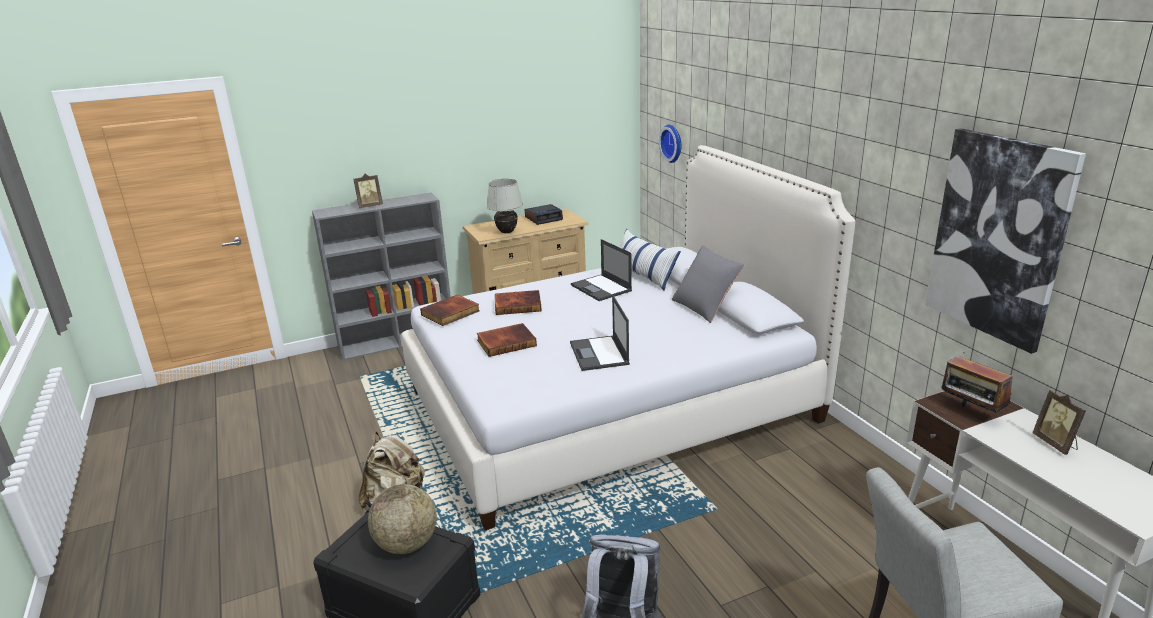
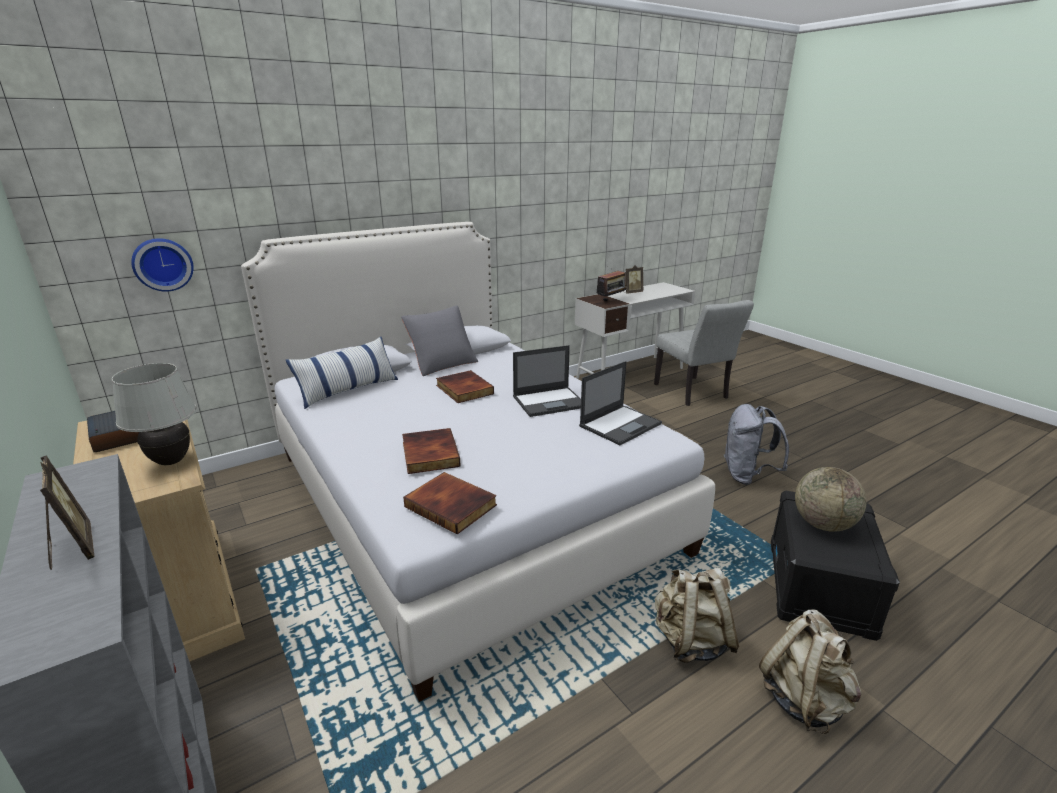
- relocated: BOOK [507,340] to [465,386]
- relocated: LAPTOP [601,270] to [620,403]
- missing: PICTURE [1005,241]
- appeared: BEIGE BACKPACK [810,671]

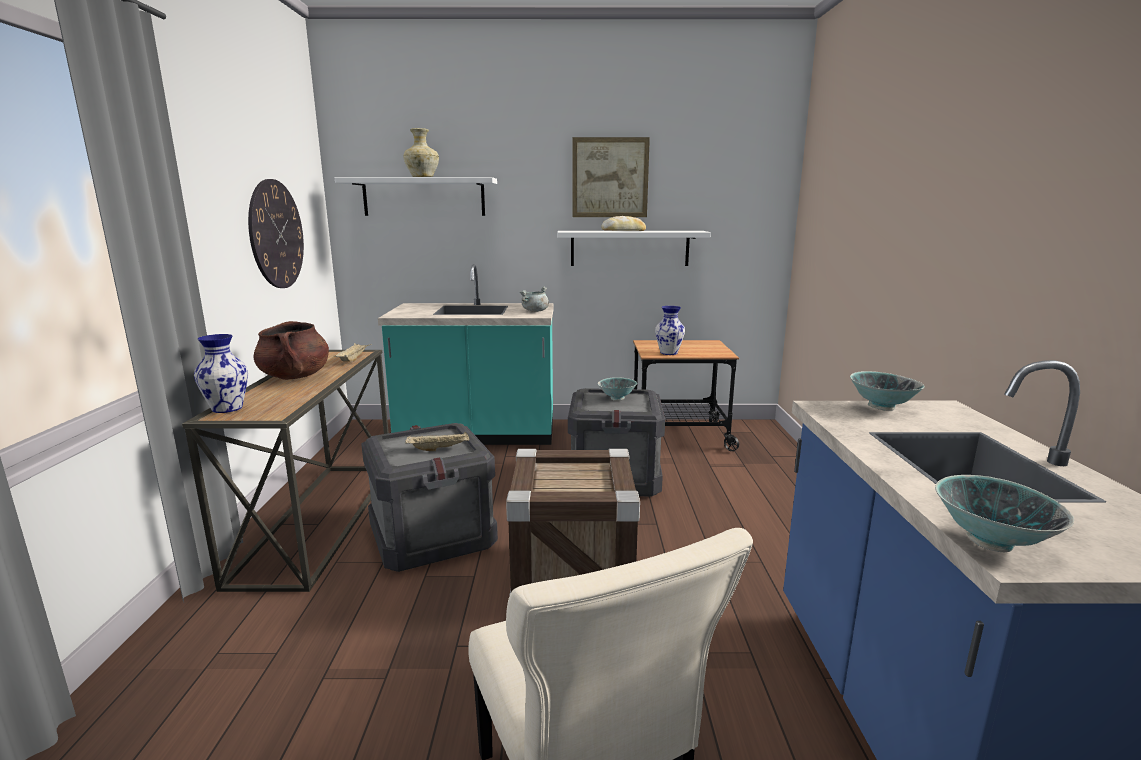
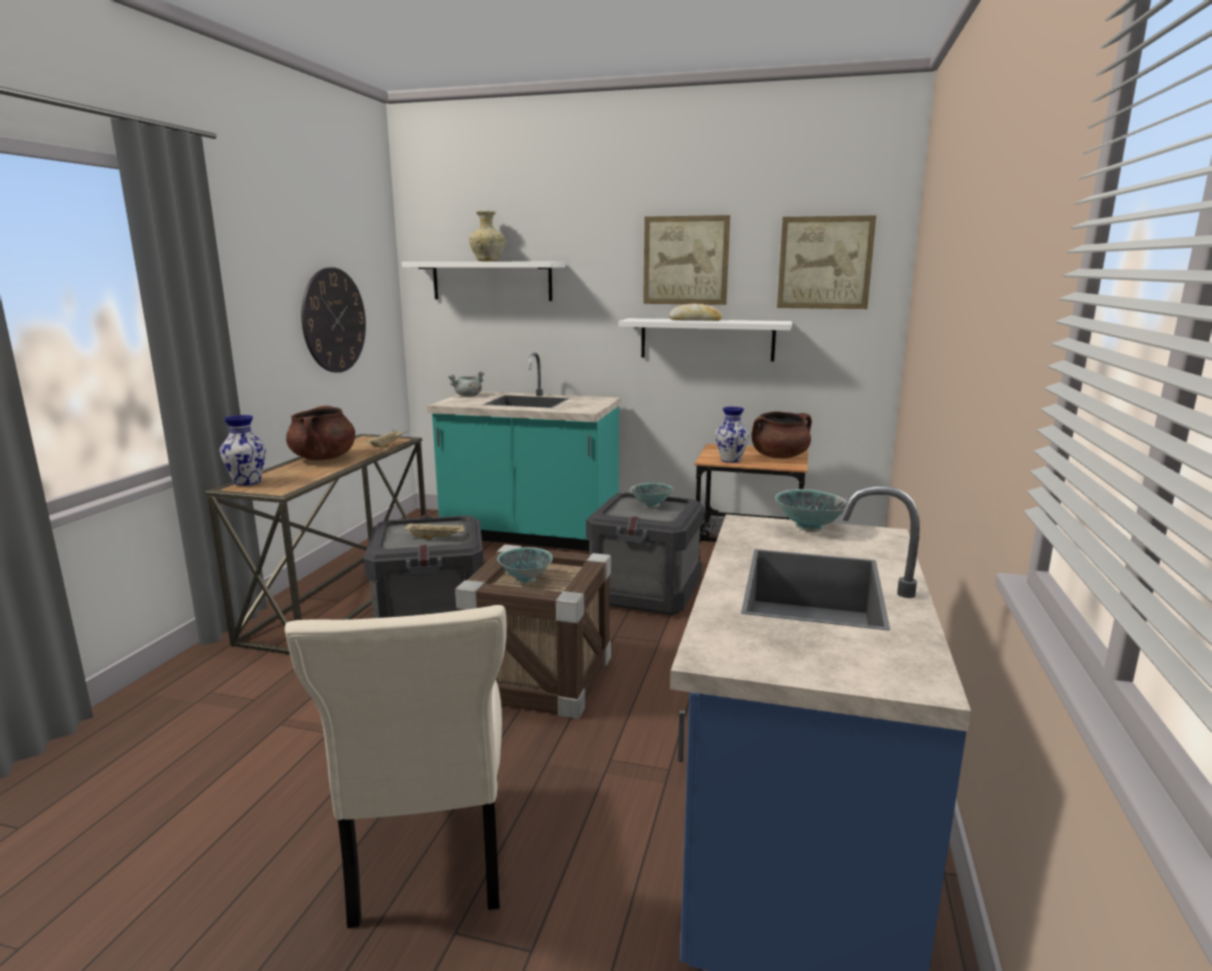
- relocated: GREY COOKING POT [534,299] to [466,384]
- relocated: BOWL [1004,513] to [525,565]
- appeared: BROWN COOKING POT [781,434]
- appeared: PICTURE [826,262]

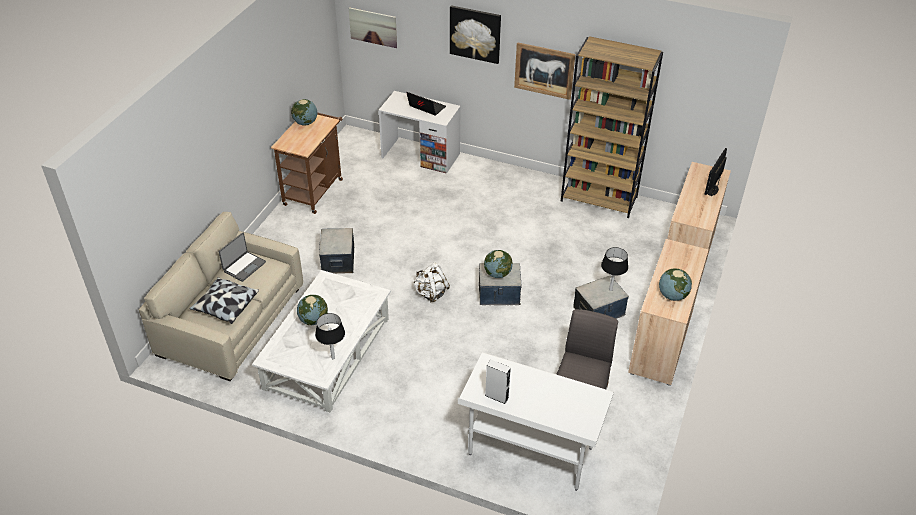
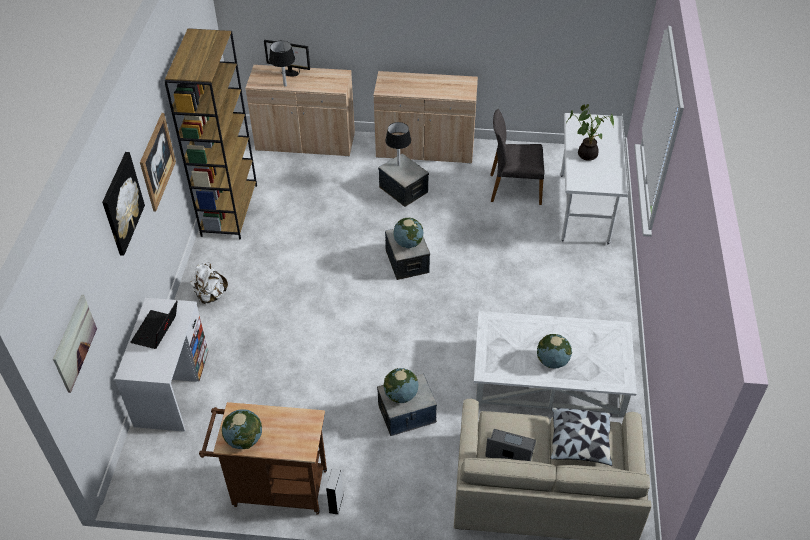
- relocated: BLACK TABLE LAMP [330,336] to [282,64]
- relocated: WHITE BACKPACK [431,282] to [209,283]
- relocated: GREY SPEAKER [498,381] to [335,491]
- relocated: GLOBE [675,284] to [401,385]
- appeared: POTTED PLANT [590,132]

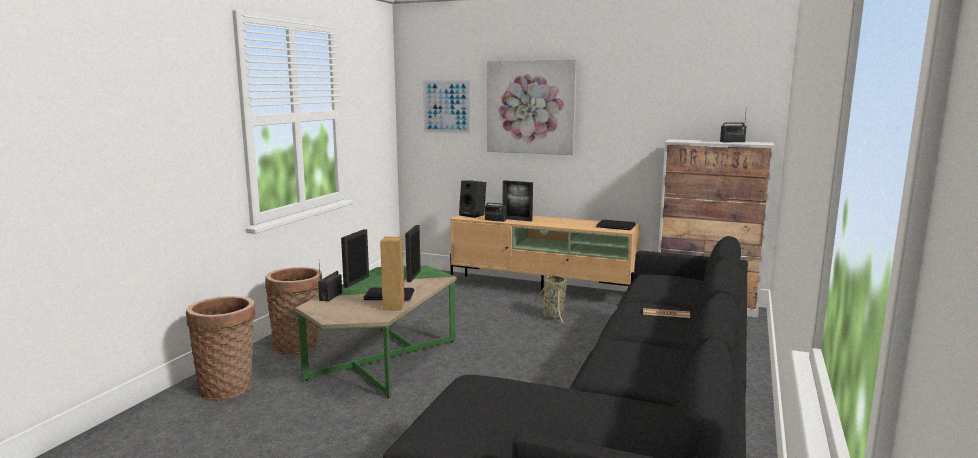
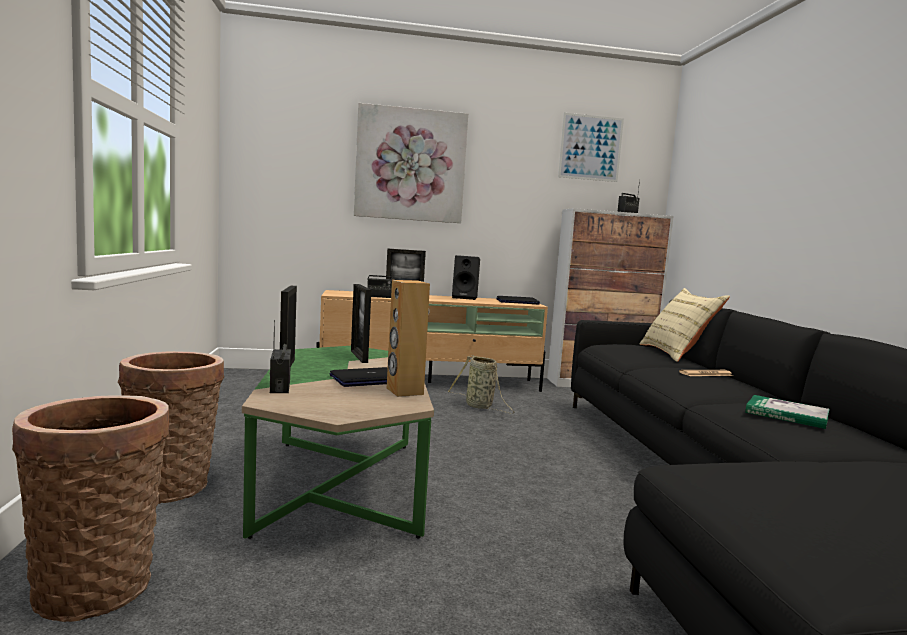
- relocated: PICTURE [447,107] to [591,147]
- relocated: BLACK SPEAKER [472,199] to [466,277]
- appeared: BEIGE PILLOW [685,325]
- appeared: BOOK [787,412]

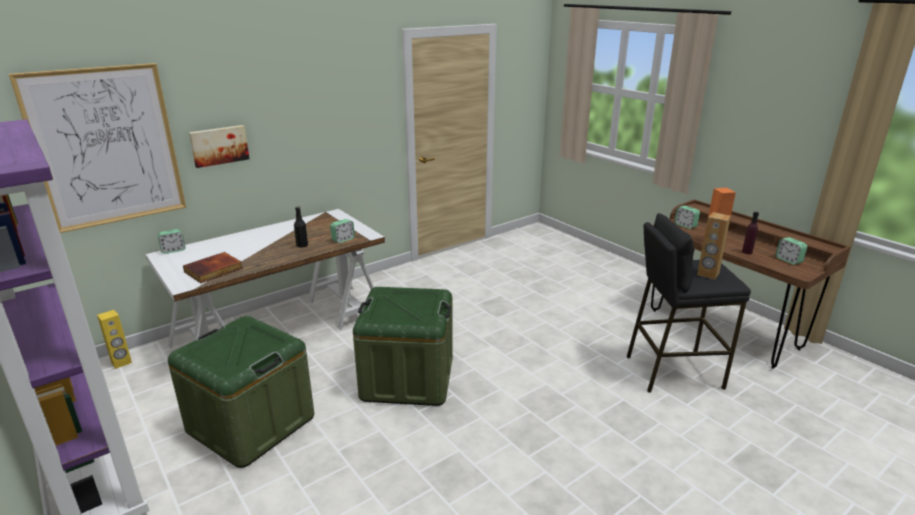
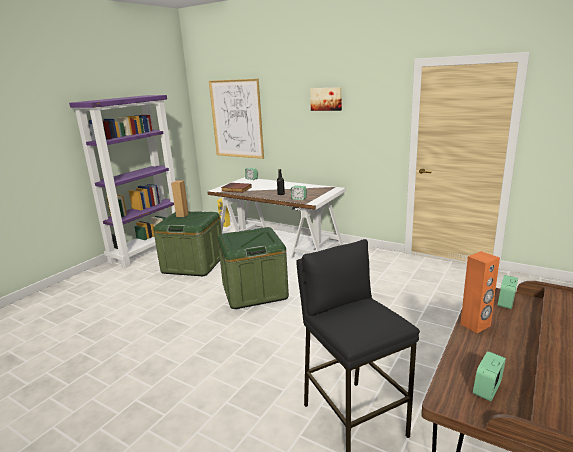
- relocated: PICTURE [219,146] to [326,99]
- relocated: BROWN SPEAKER [714,246] to [180,198]
- missing: PURPLE BOTTLE [750,233]

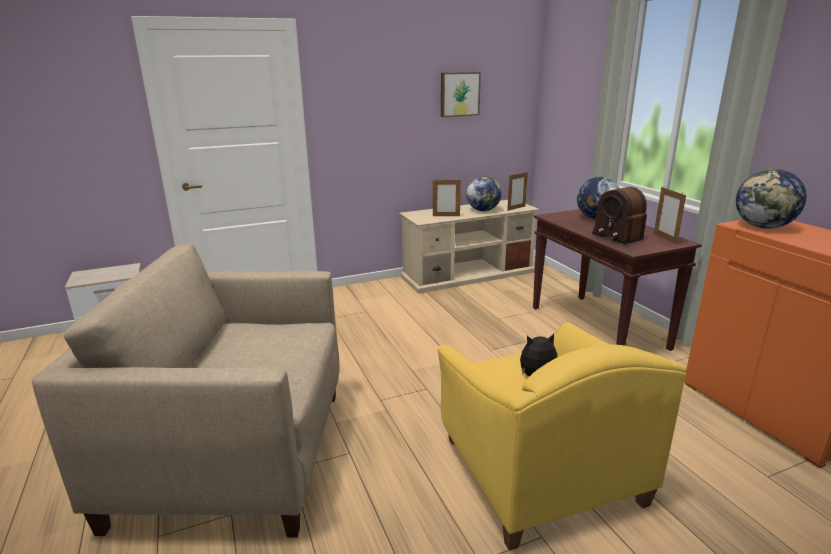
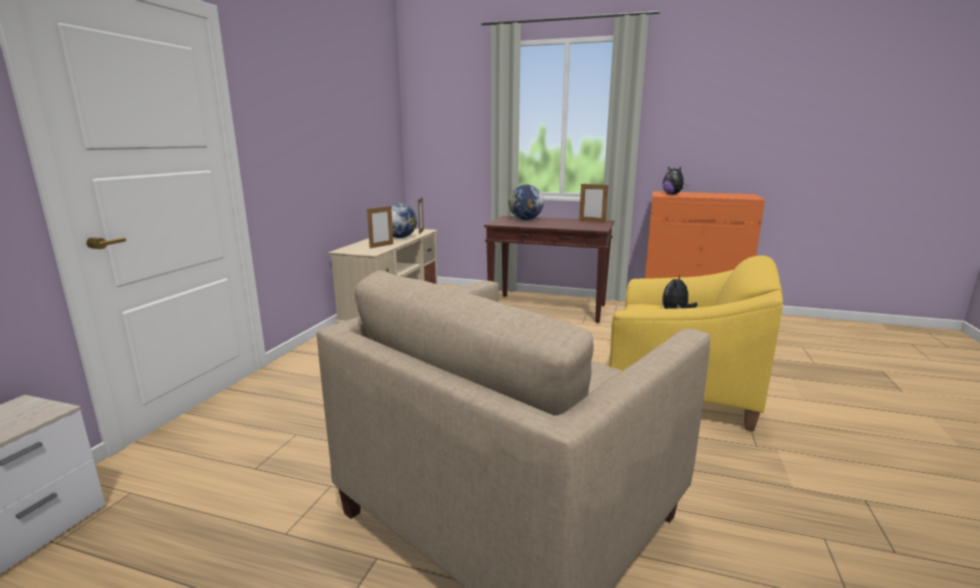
- missing: PICTURE [461,94]
- missing: RADIO [619,215]
- exchanged: GLOBE [771,199] to PLUSH TOY [675,180]

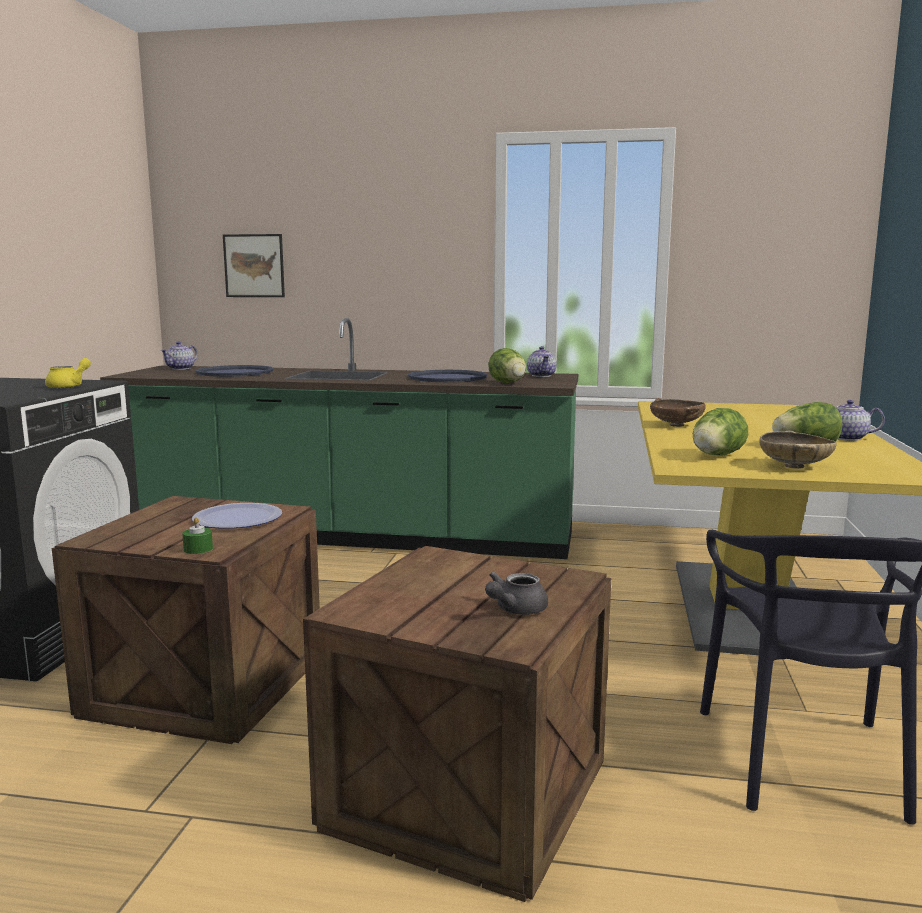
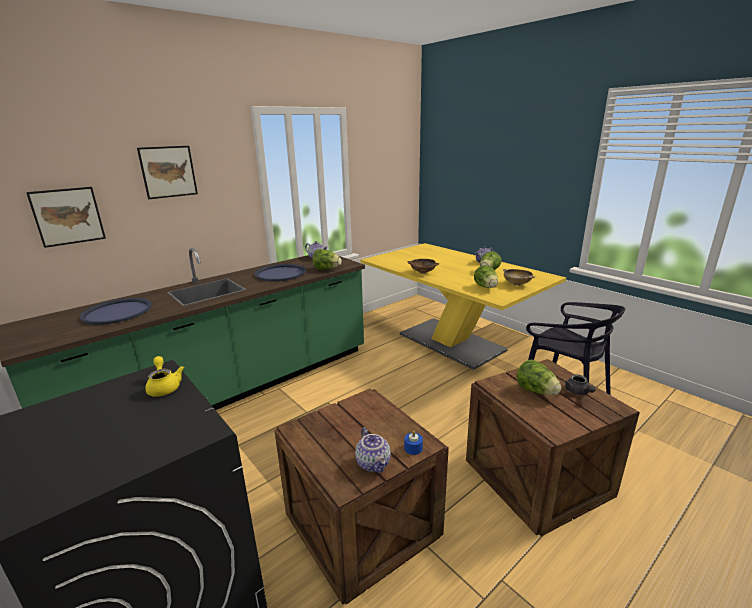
- relocated: TEAPOT [179,355] to [373,450]
- colour: GREEN CANDLE [197,535] to BLUE CANDLE [413,442]
- missing: PLATE [237,516]
- appeared: PICTURE [167,172]
- appeared: LETTUCE [539,377]

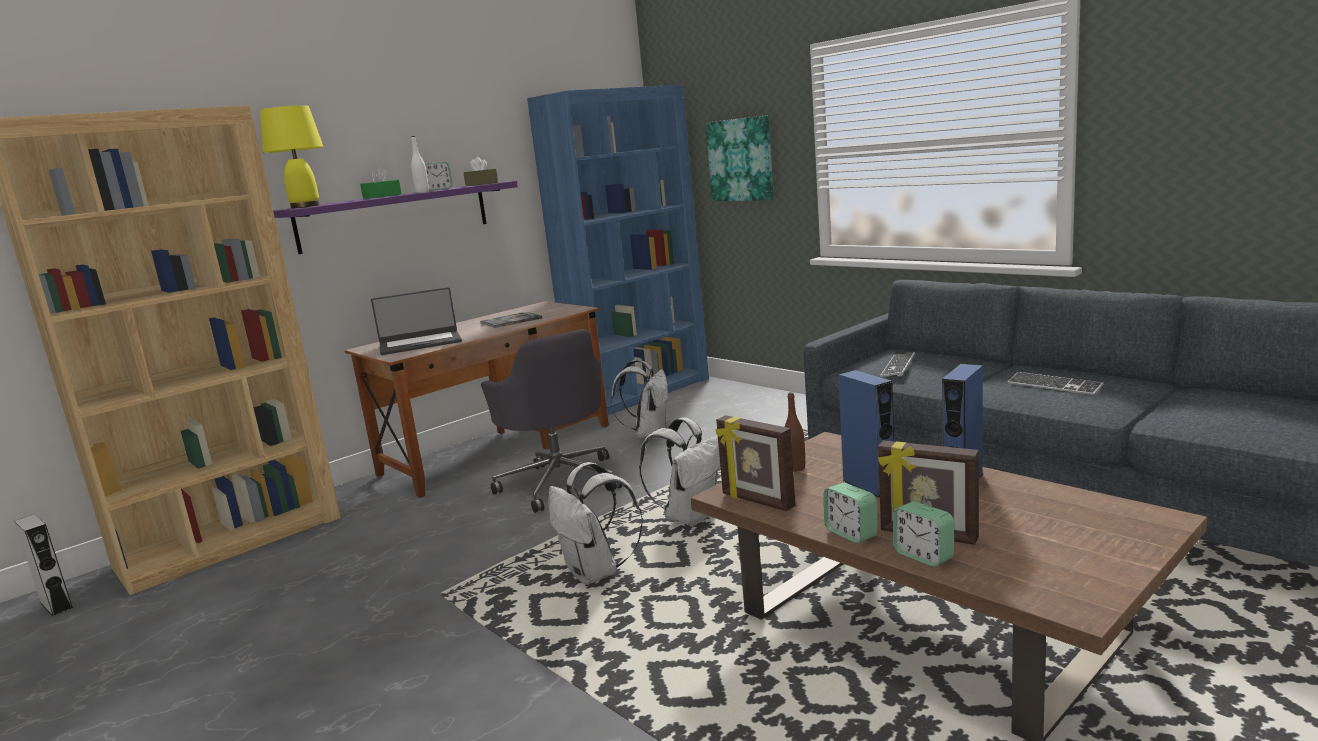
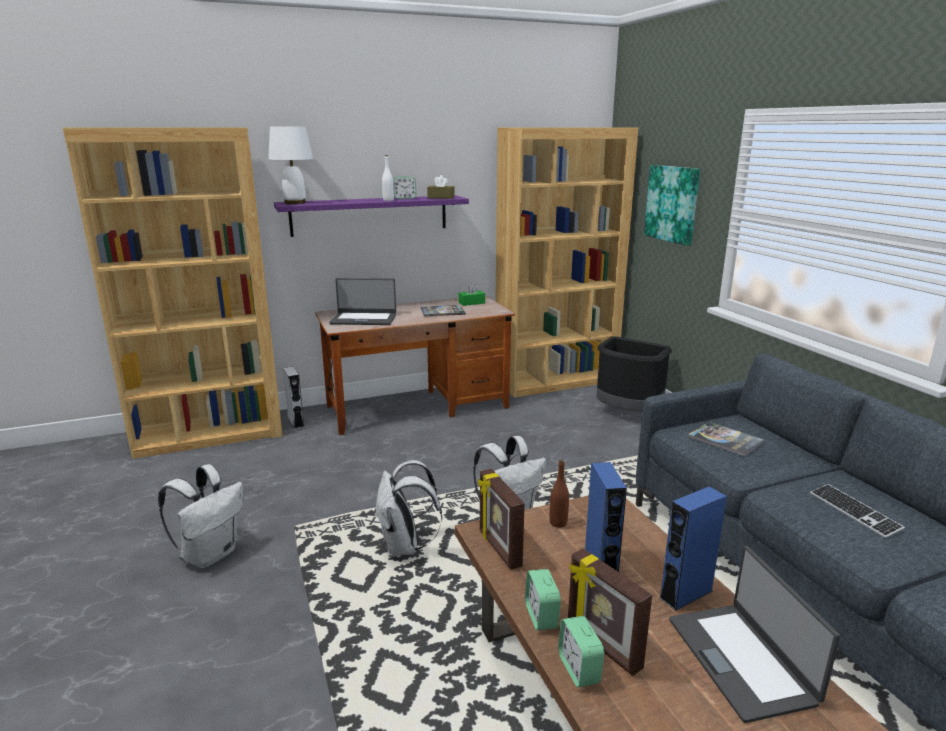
- relocated: GREY SPEAKER [43,565] to [294,398]
- colour: YELLOW TABLE LAMP [291,156] to WHITE TABLE LAMP [290,165]
- relocated: GREEN TISSUE BOX [381,183] to [472,294]
- missing: GREY OFFICE CHAIR [551,421]
- colour: BLUE BOOKCASE [618,250] to BROWN BOOKCASE [566,263]
- relocated: WHITE BACKPACK [640,399] to [200,516]
- exchanged: KEYBOARD [897,364] to BOOK [726,439]
- appeared: BLACK TRASH CAN [634,374]
- appeared: LAPTOP [754,634]

